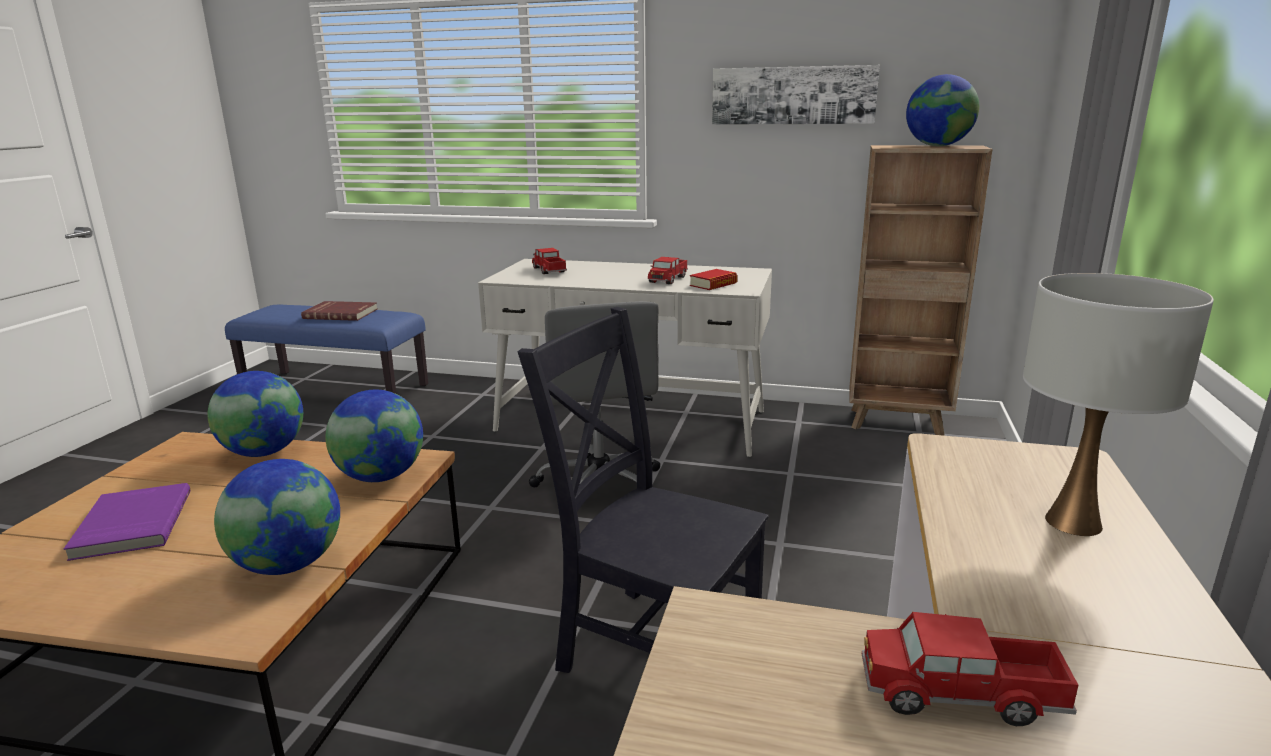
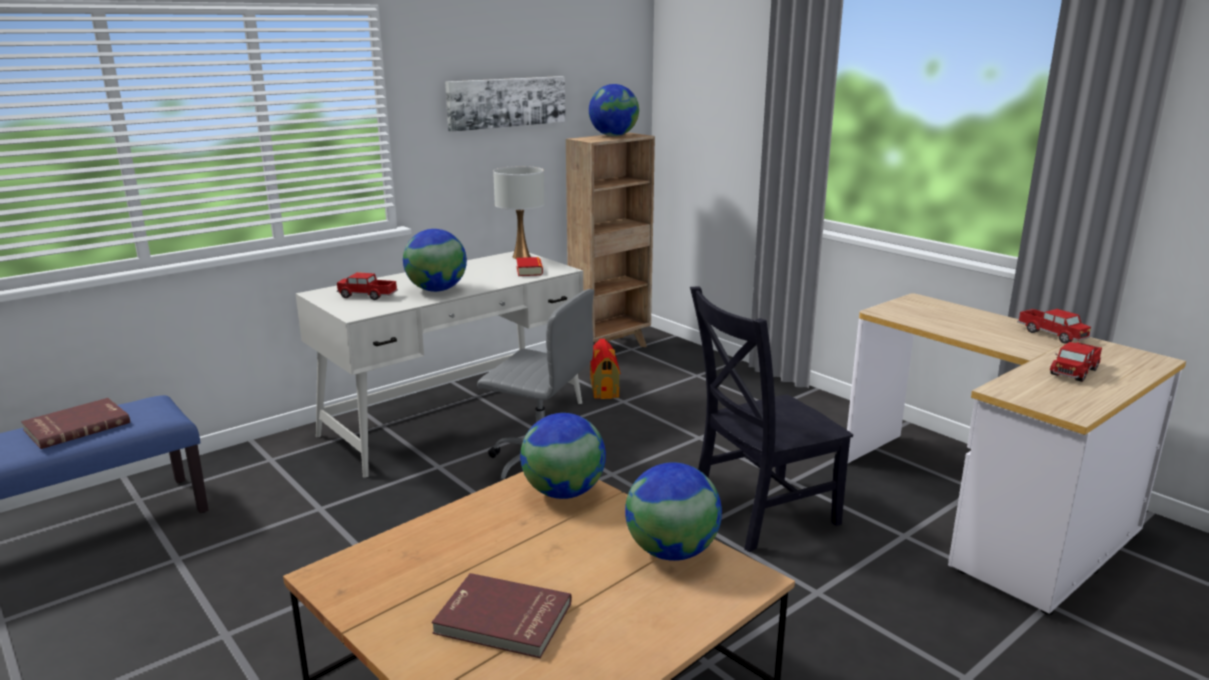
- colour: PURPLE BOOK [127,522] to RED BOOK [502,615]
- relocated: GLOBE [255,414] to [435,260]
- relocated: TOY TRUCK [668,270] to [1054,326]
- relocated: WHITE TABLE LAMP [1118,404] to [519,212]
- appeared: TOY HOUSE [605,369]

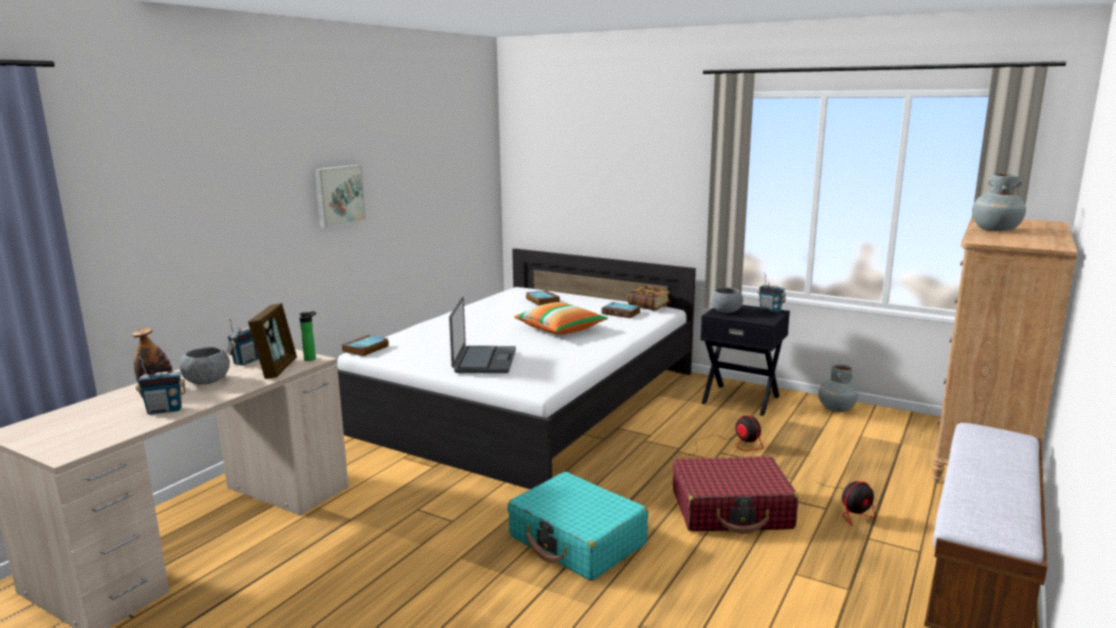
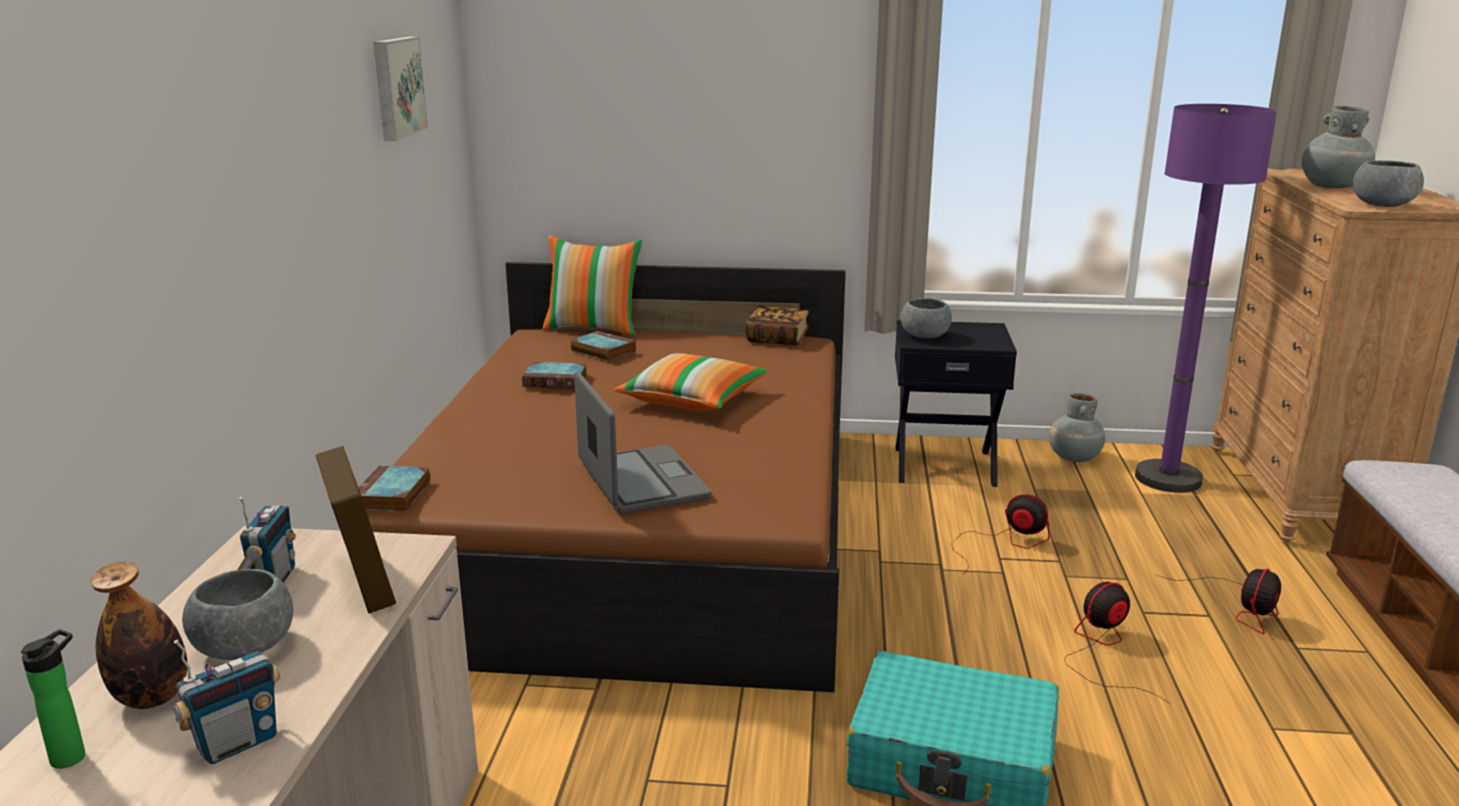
- relocated: BOTTLE [307,336] to [53,699]
- relocated: PICTURE [340,196] to [401,89]
- colour: WHITE BED [516,368] to BROWN BED [606,477]
- relocated: BOOK [621,310] to [554,375]
- exchanged: RED SUITCASE [735,495] to FAN [1117,643]
- missing: RADIO [772,292]
- appeared: PILLOW [592,286]
- appeared: PURPLE FLOOR LAMP [1206,298]
- appeared: GREY BOWL [1388,183]

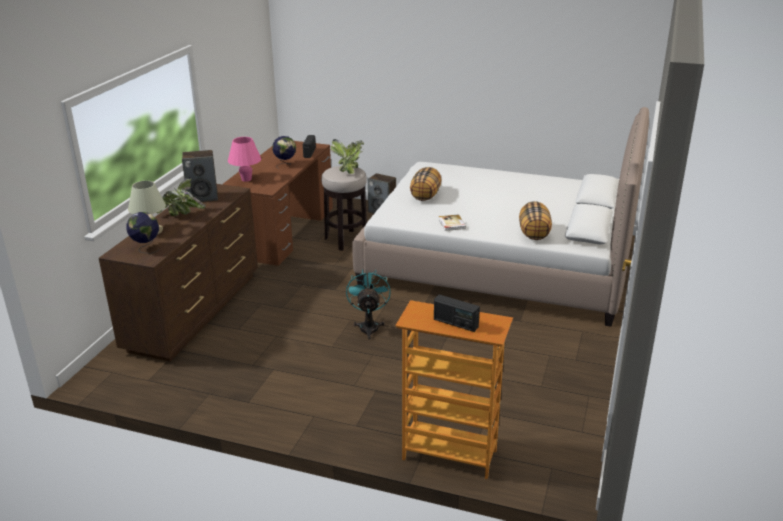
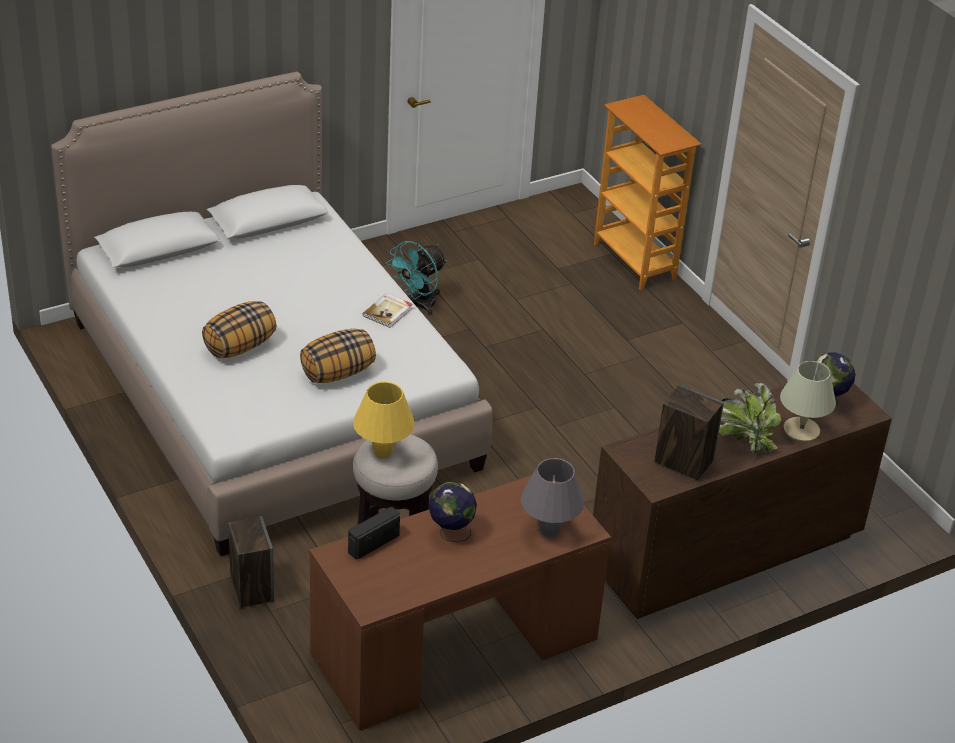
- colour: PINK TABLE LAMP [244,159] to GREY TABLE LAMP [553,497]
- exchanged: POTTED PLANT [347,156] to YELLOW TABLE LAMP [384,420]
- relocated: TURQUOISE FAN [368,304] to [416,278]
- missing: RADIO [457,313]
- relocated: PILLOW [535,220] to [239,329]

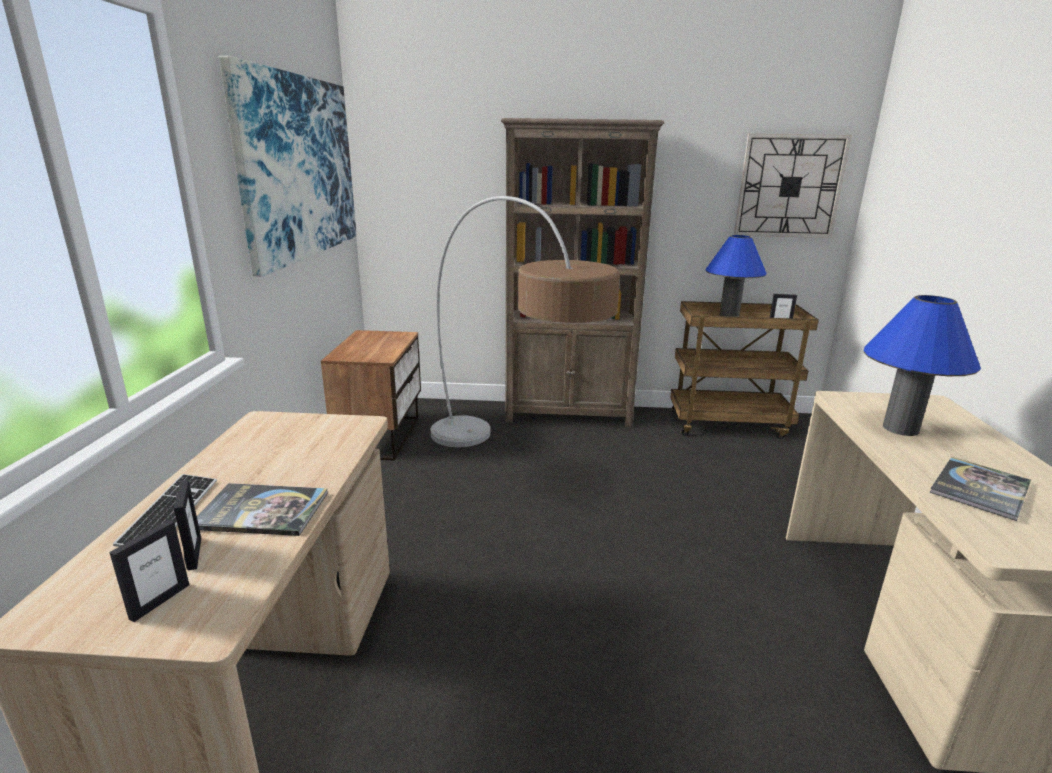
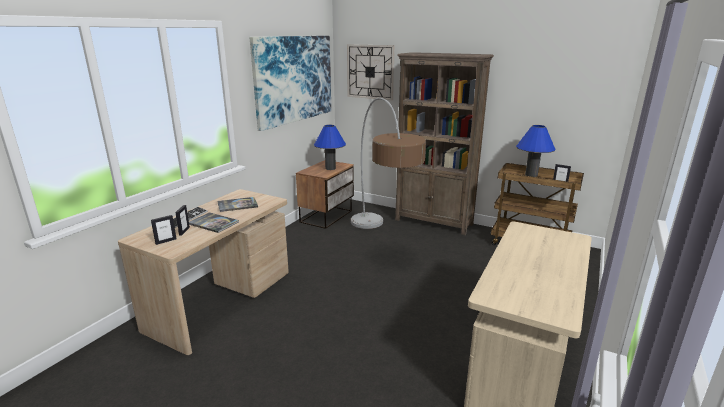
- relocated: WALL CLOCK [793,186] to [371,72]
- relocated: BLUE TABLE LAMP [922,365] to [330,147]
- relocated: BOOK [980,489] to [237,204]

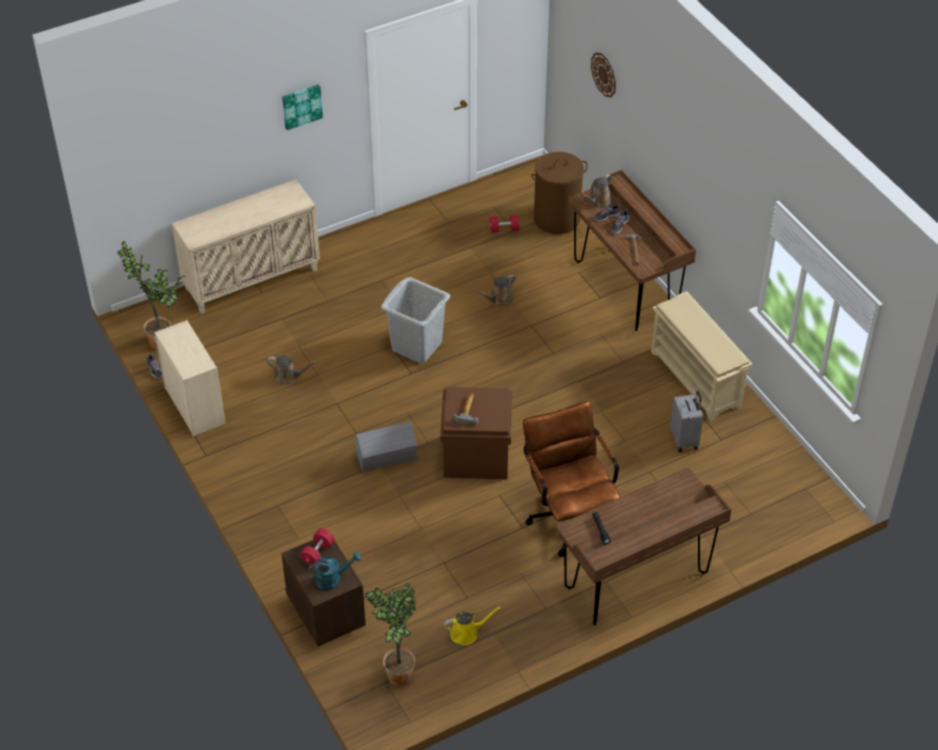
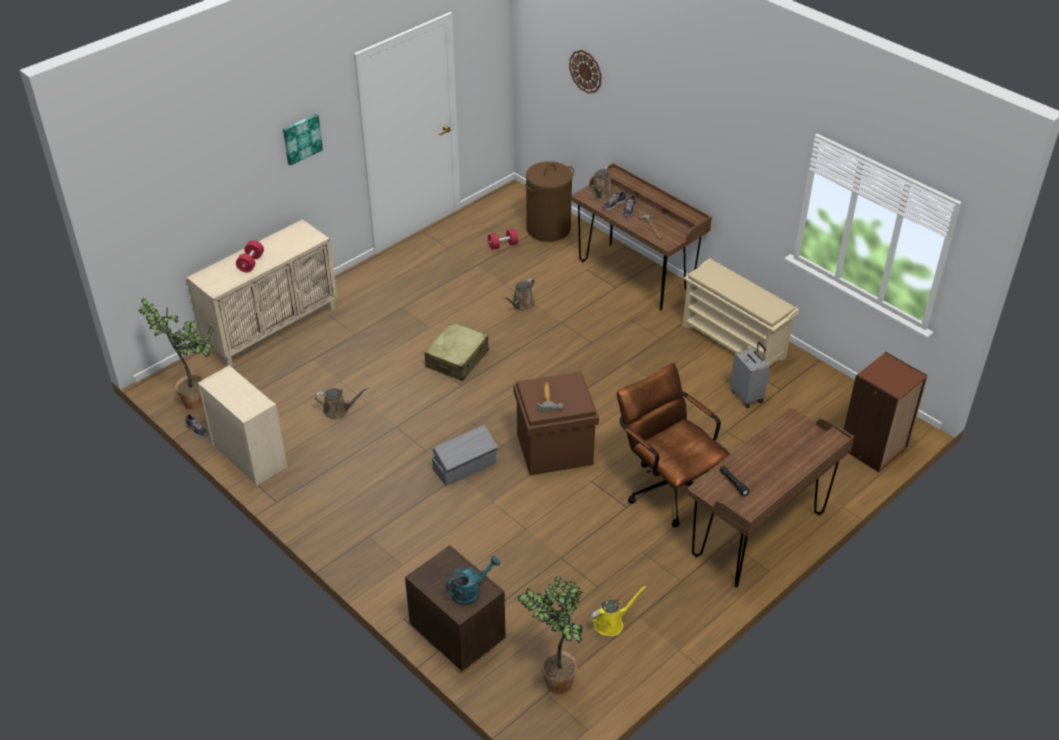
- relocated: RED DUMBBELL [317,547] to [250,256]
- exchanged: GREY LAUNDRY BASKET [415,320] to BEIGE SUITCASE [457,351]
- appeared: BROWN BOOKCASE [886,412]

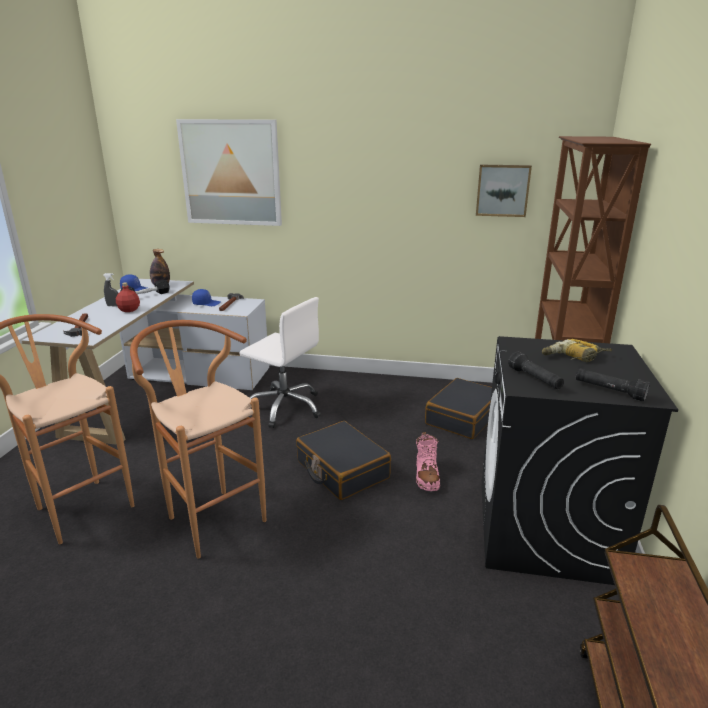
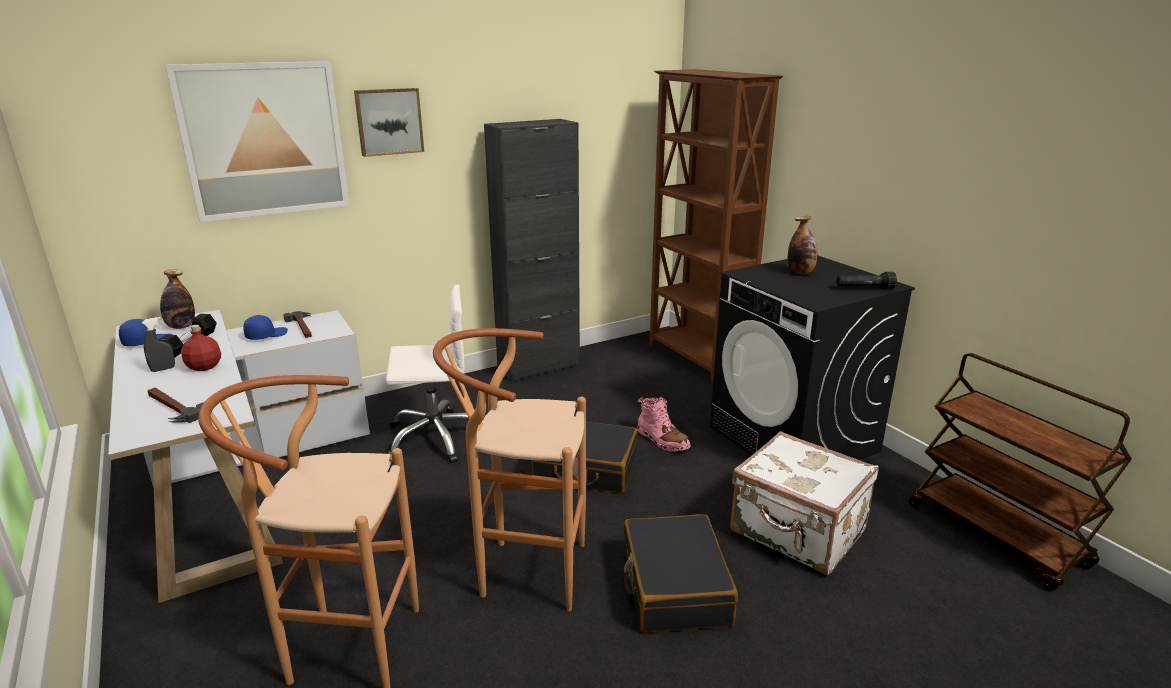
- relocated: BLACK SUITCASE [458,408] to [680,573]
- relocated: PICTURE [504,191] to [389,122]
- missing: BLACK FLASHLIGHT [536,370]
- exchanged: POWER DRILL [577,350] to BOTTLE [803,245]
- appeared: BLACK CABINET [532,250]
- appeared: WHITE SUITCASE [804,503]

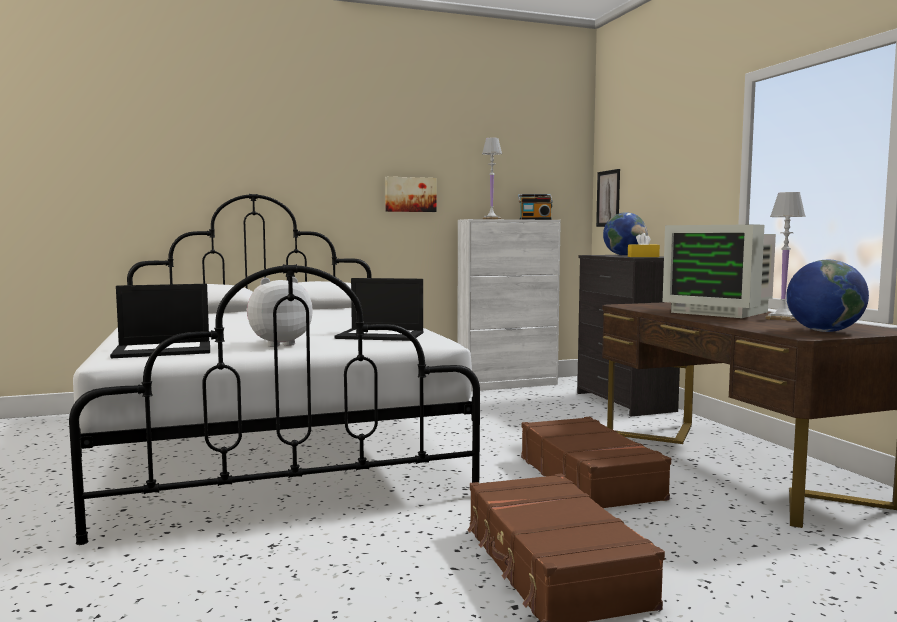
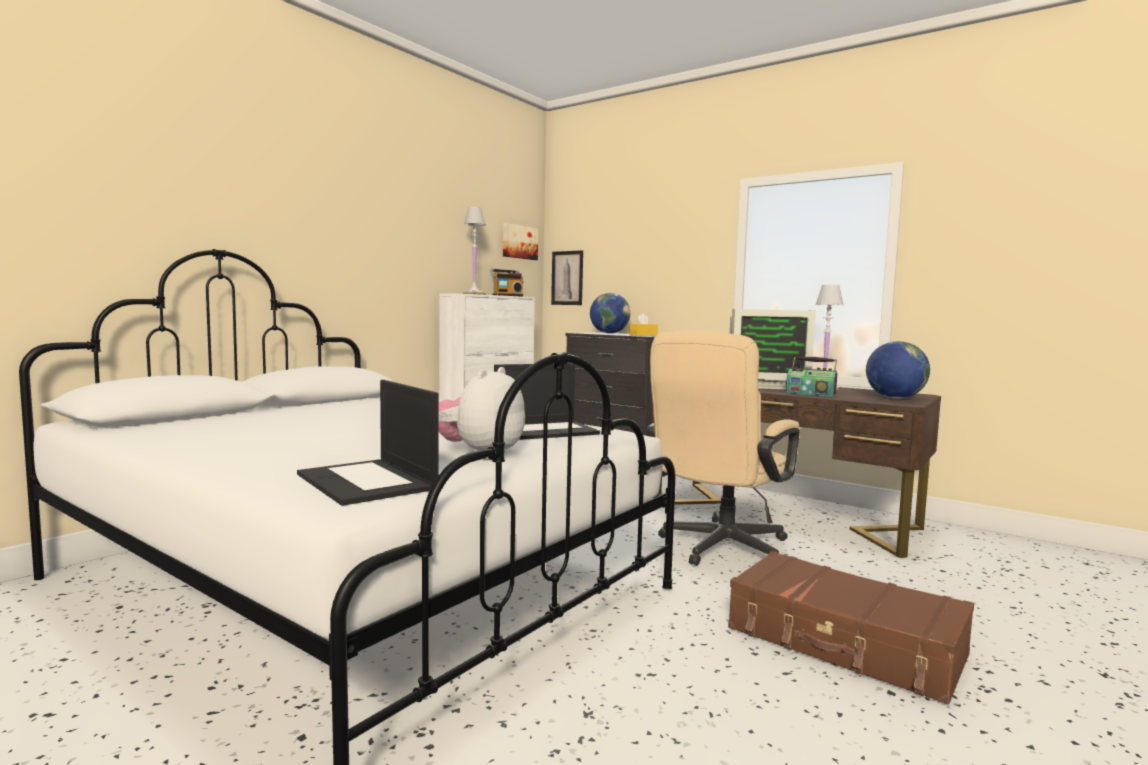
- spun: LAPTOP [160,321] = [368,443] 105 degrees clockwise
- relocated: PICTURE [410,194] to [520,241]
- exchanged: BROWN SUITCASE [596,462] to BEIGE OFFICE CHAIR [723,448]
- appeared: RADIO [811,377]

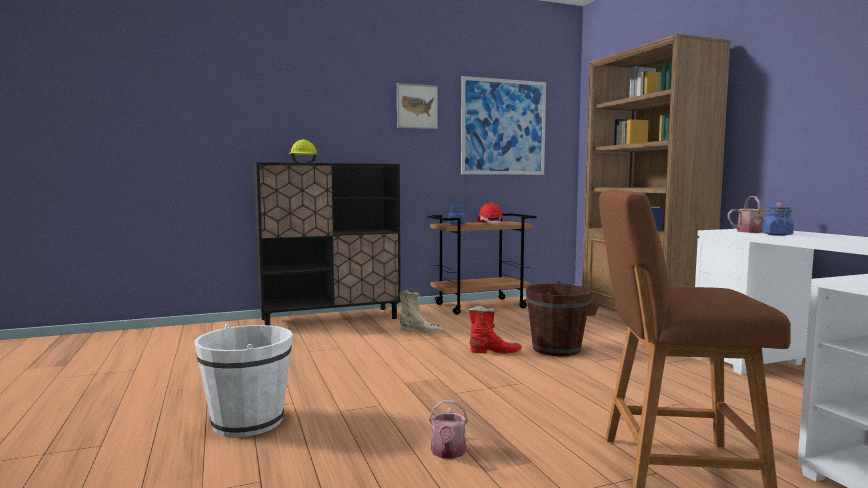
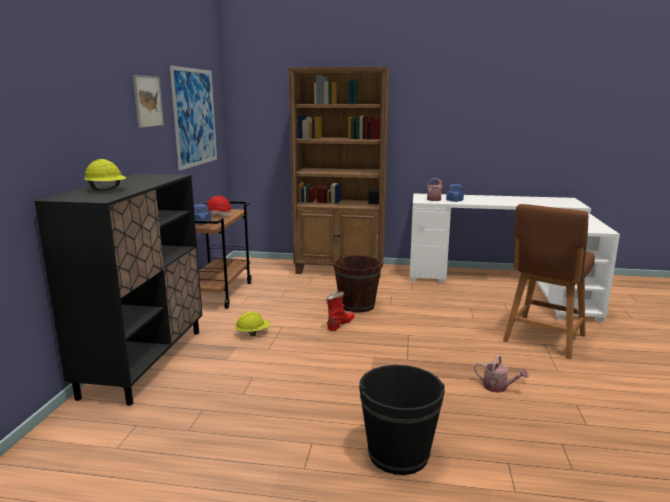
- colour: WHITE BUCKET [244,380] to BLACK BUCKET [402,420]
- exchanged: BEIGE BOOT [421,311] to YELLOW HARD HAT [252,324]

